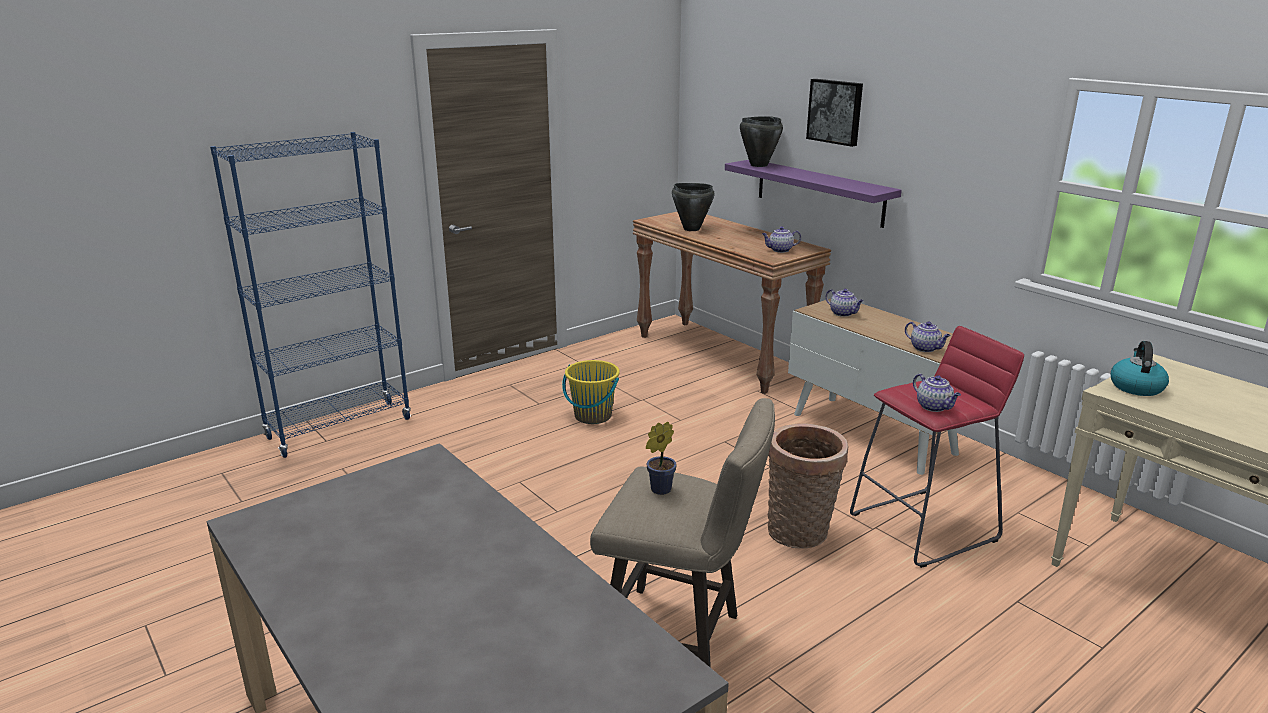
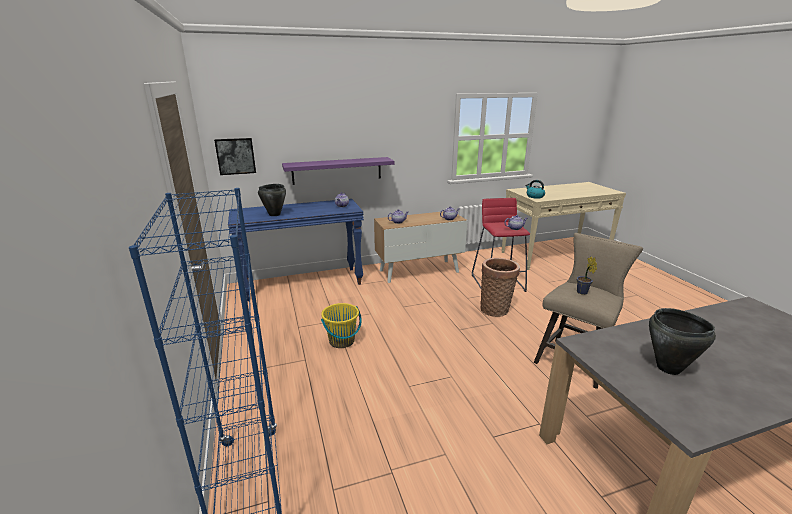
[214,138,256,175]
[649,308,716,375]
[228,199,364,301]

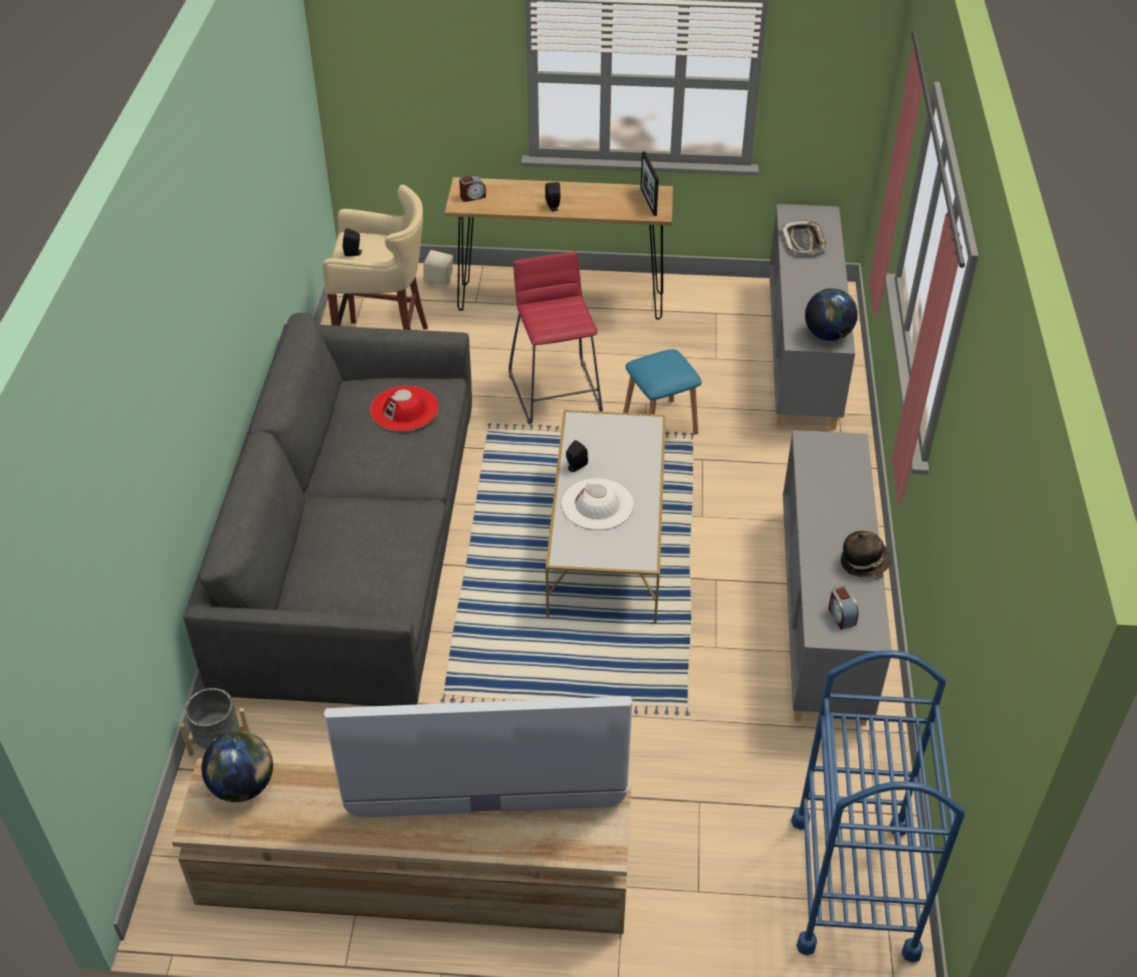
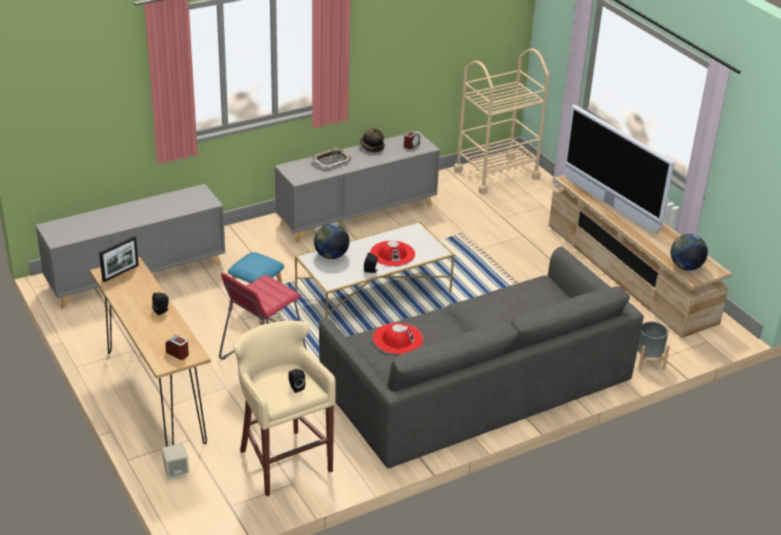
[312,148,351,168]
[314,223,350,259]
[370,241,415,266]
[454,49,549,194]

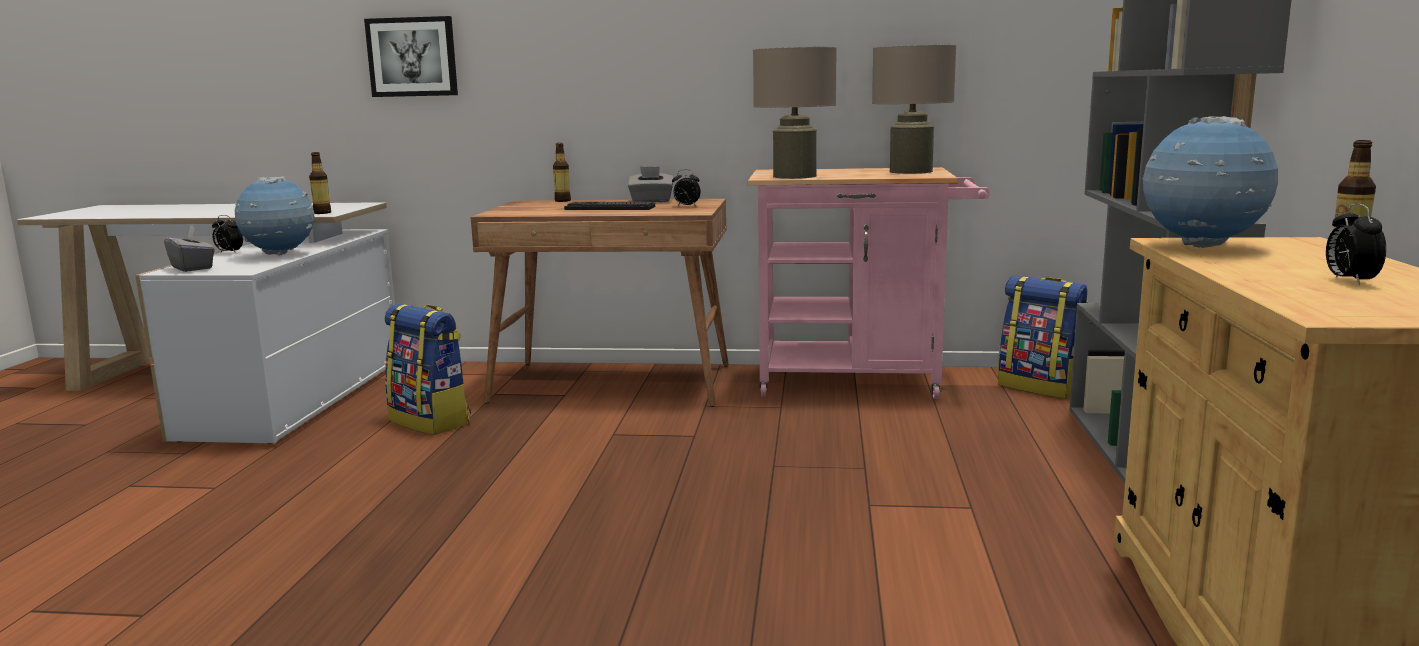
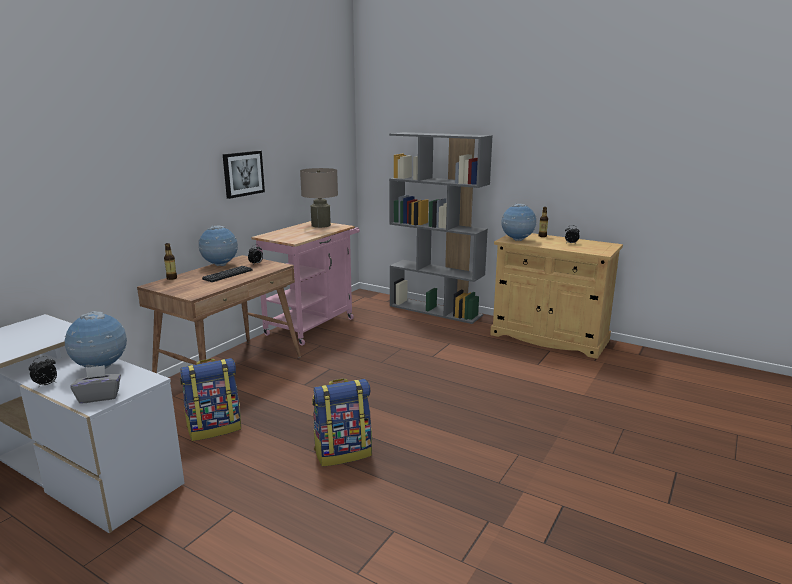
[223,151,265,199]
[753,47,837,179] (first image)
[309,152,331,214] (first image)
[198,225,238,266]
[312,379,372,467]

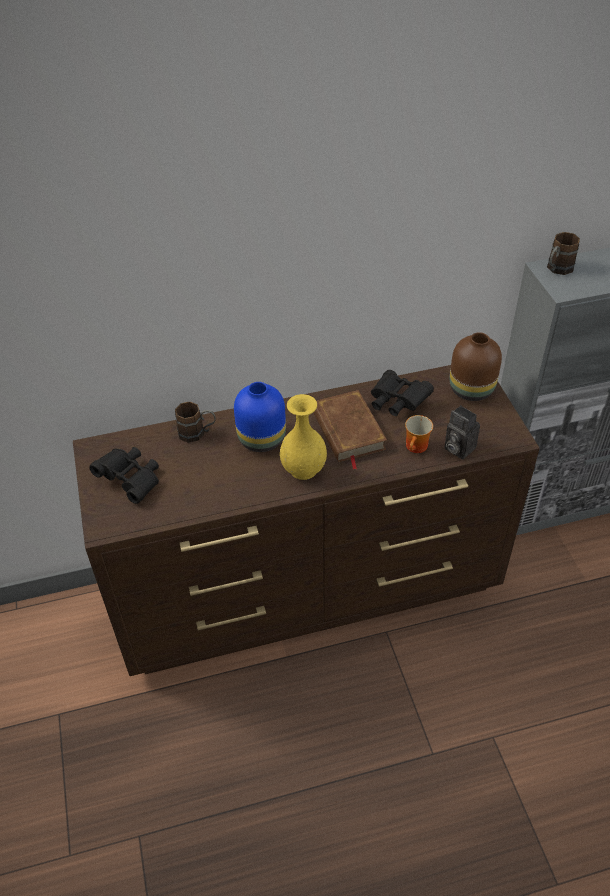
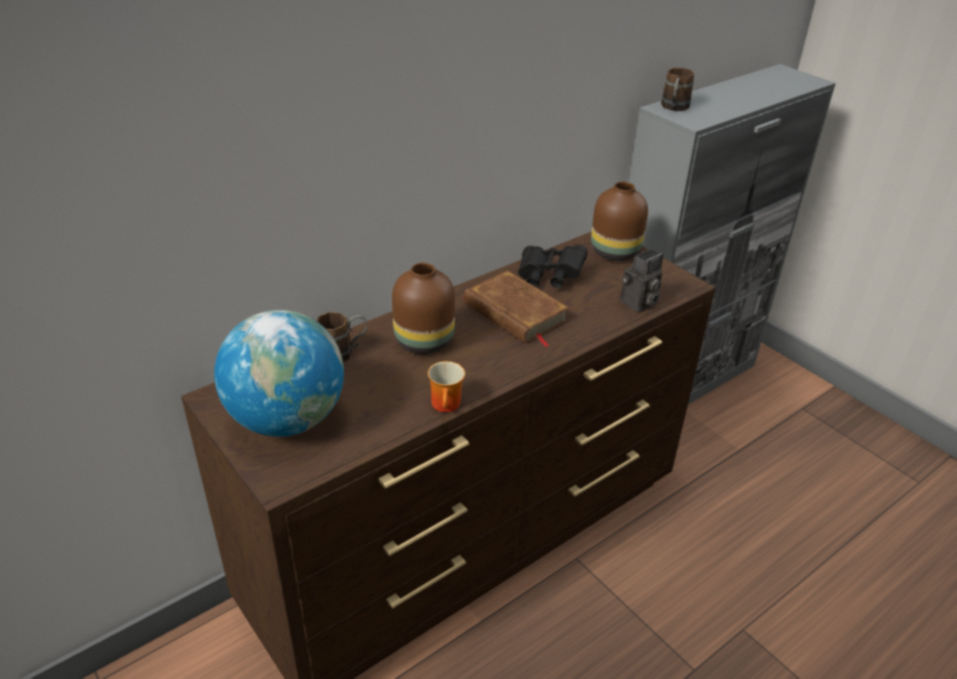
[392,263,455,354]
[280,394,327,480] (first image)
[620,249,663,312]
[428,361,465,412]
[214,310,344,437]

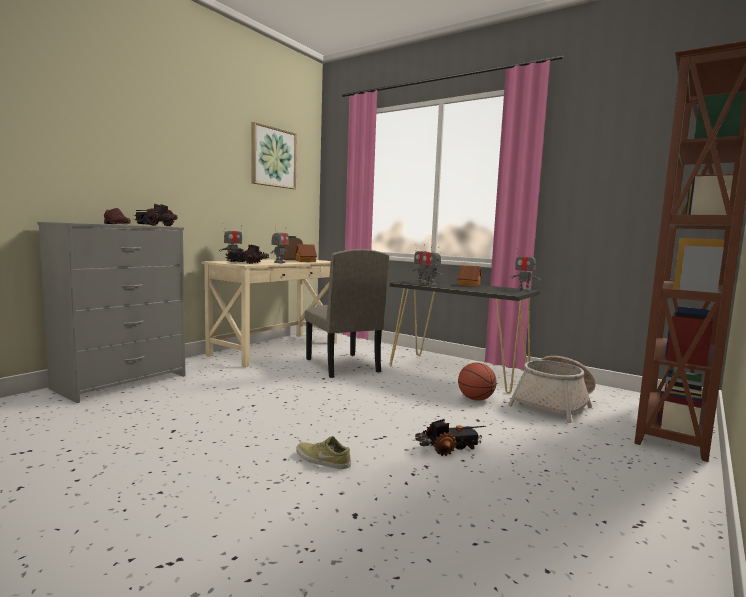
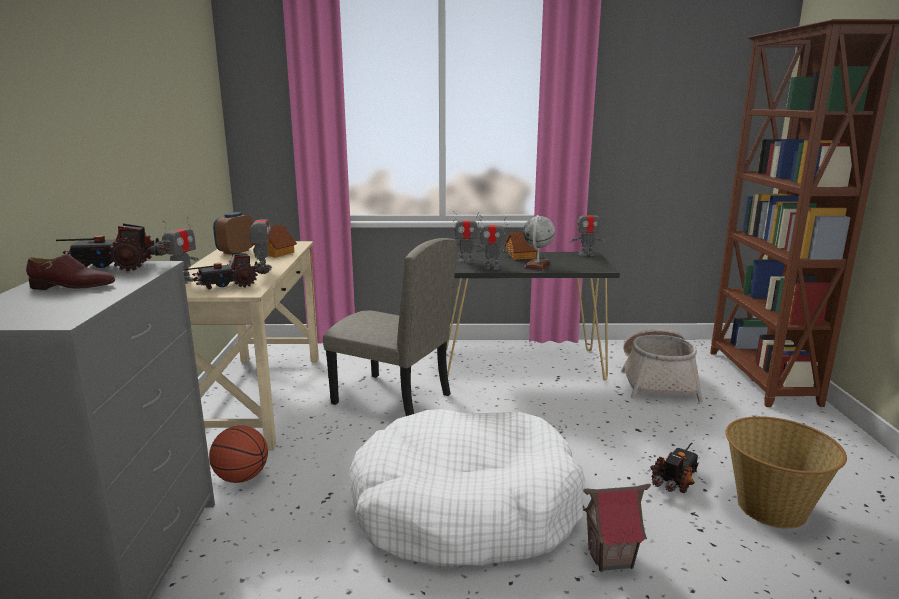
[251,122,297,189] (first image)
[209,426,268,483]
[583,484,651,572]
[523,215,555,271]
[348,409,585,568]
[725,416,847,529]

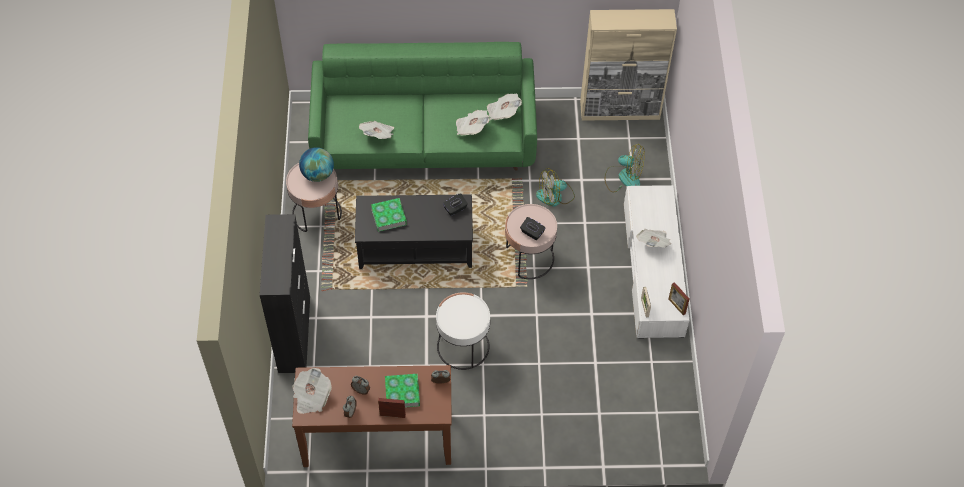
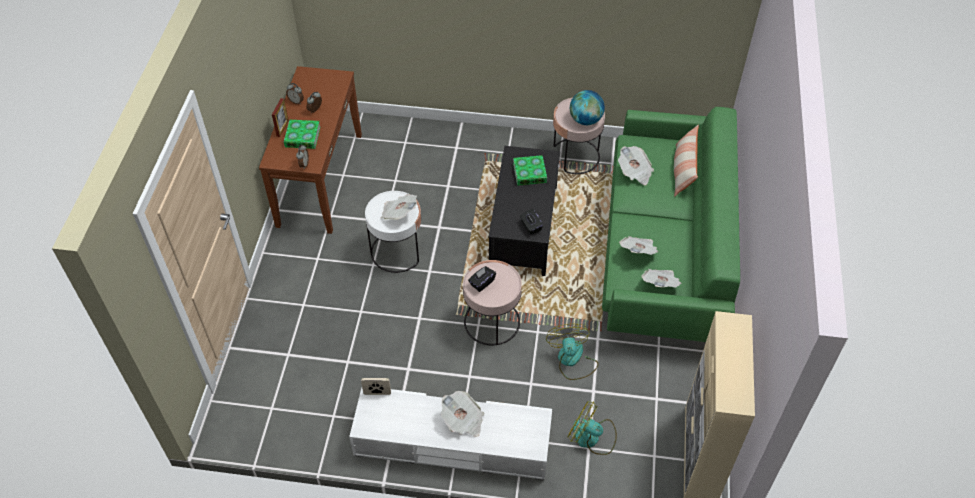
[567,401,617,455]
[259,214,310,373] (first image)
[669,282,689,315] (first image)
[381,194,417,220]
[674,125,699,196]

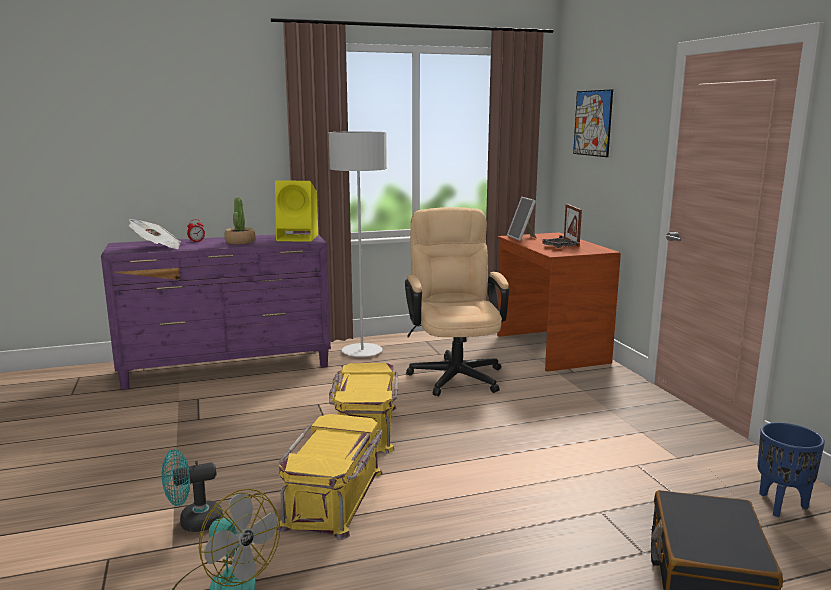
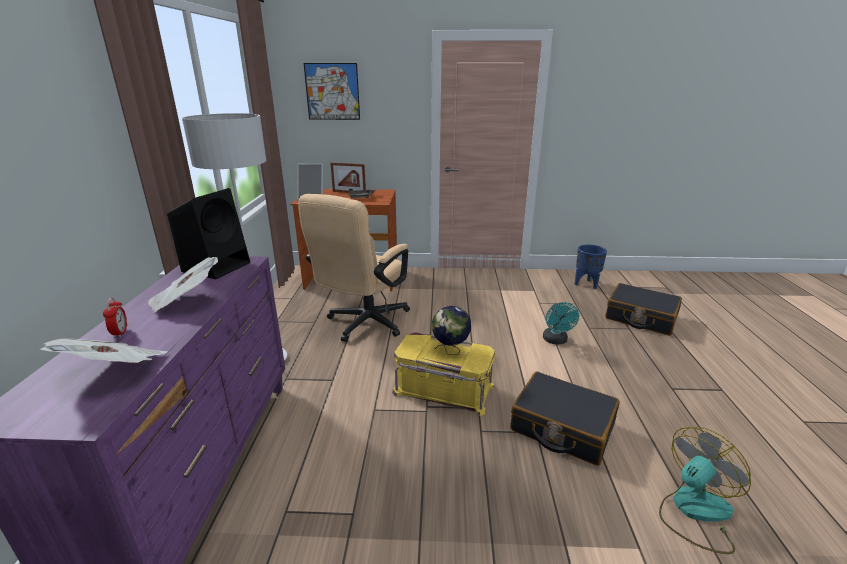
[167,188,250,279]
[148,257,218,313]
[298,194,410,342]
[510,372,620,466]
[543,302,579,344]
[432,306,471,355]

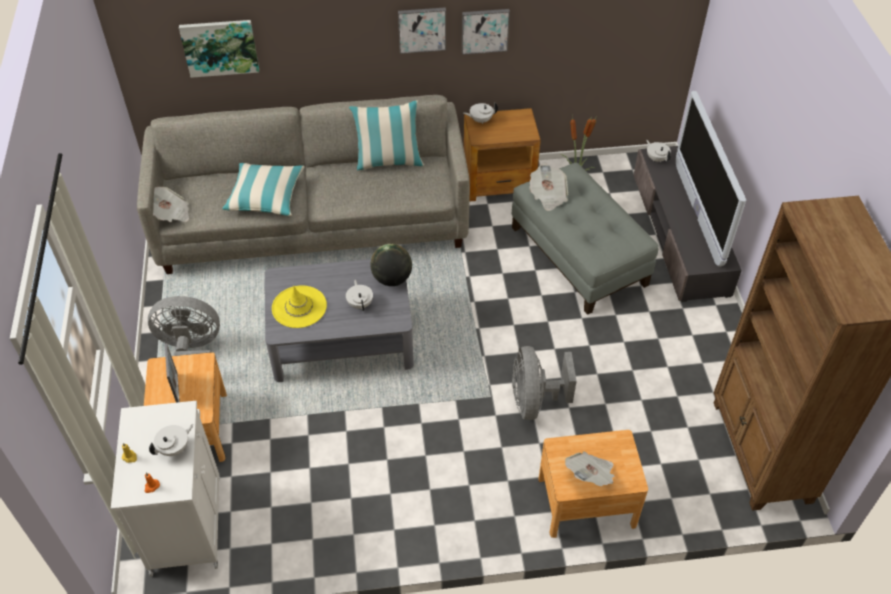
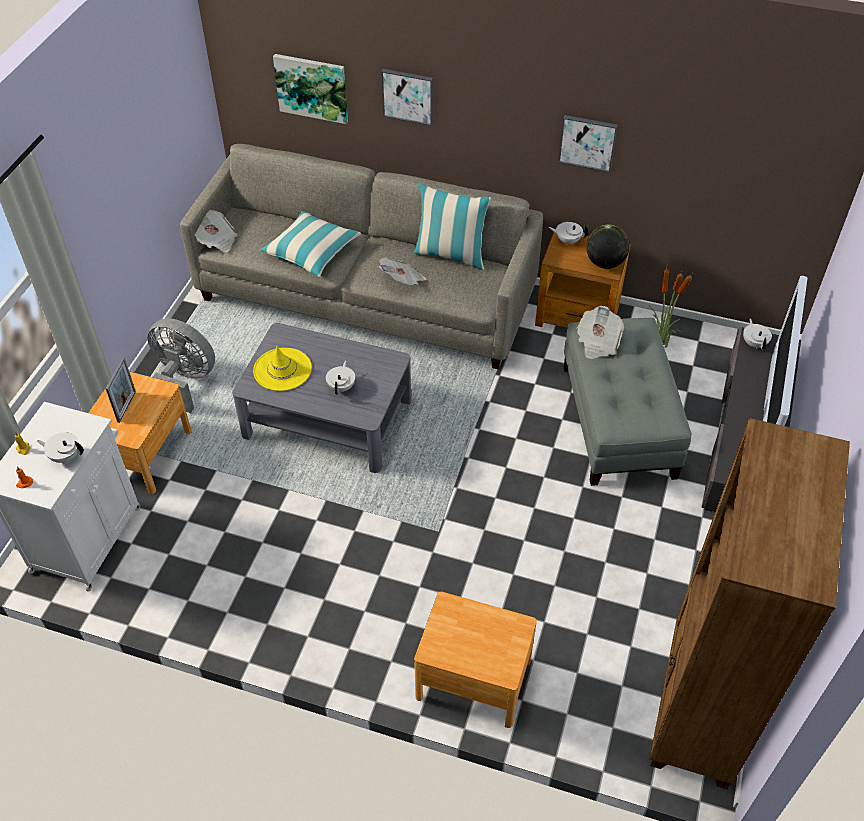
[381,69,433,126]
[586,224,630,269]
[512,346,577,420] (first image)
[37,432,84,463]
[379,257,426,286]

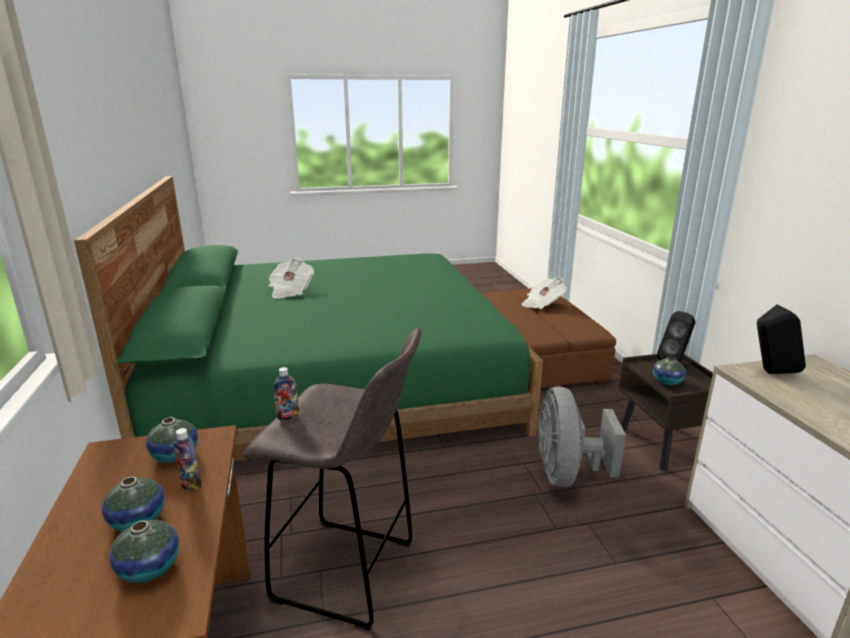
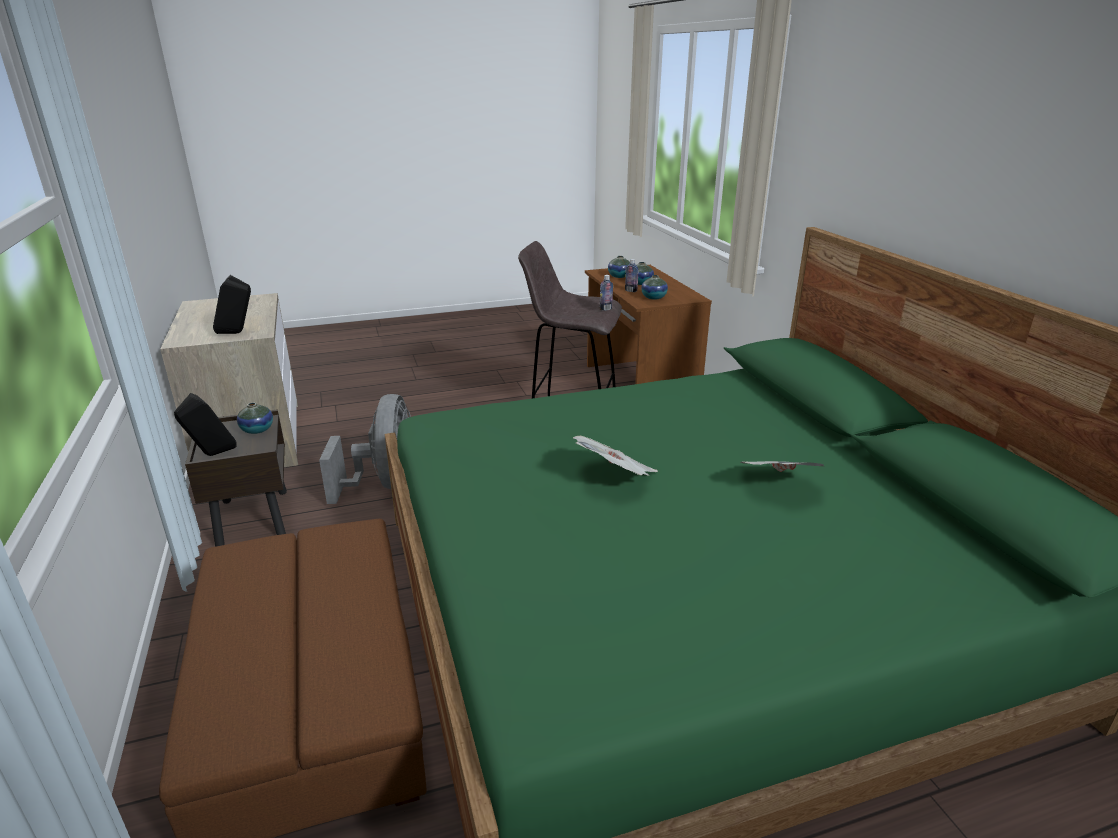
[573,436,658,476]

